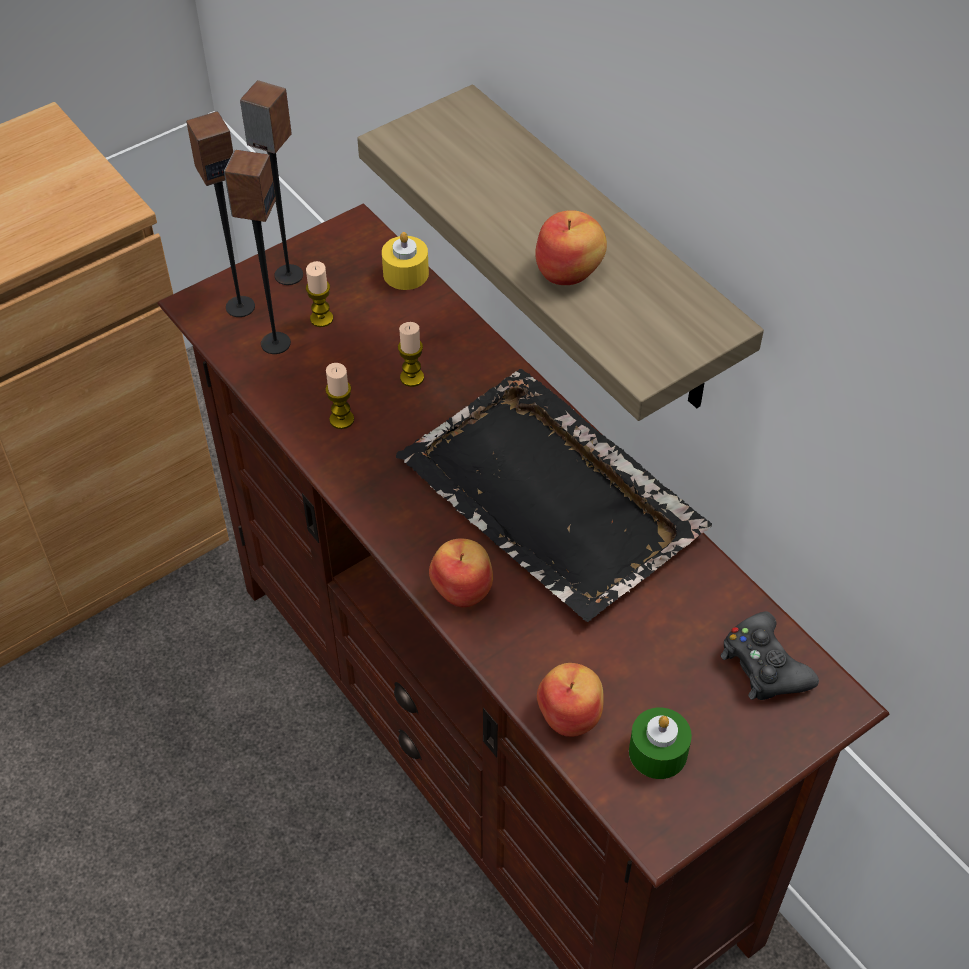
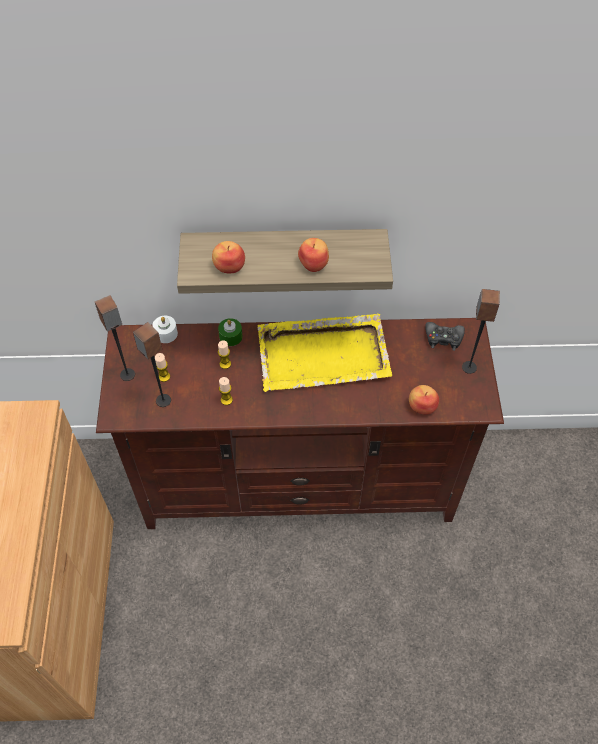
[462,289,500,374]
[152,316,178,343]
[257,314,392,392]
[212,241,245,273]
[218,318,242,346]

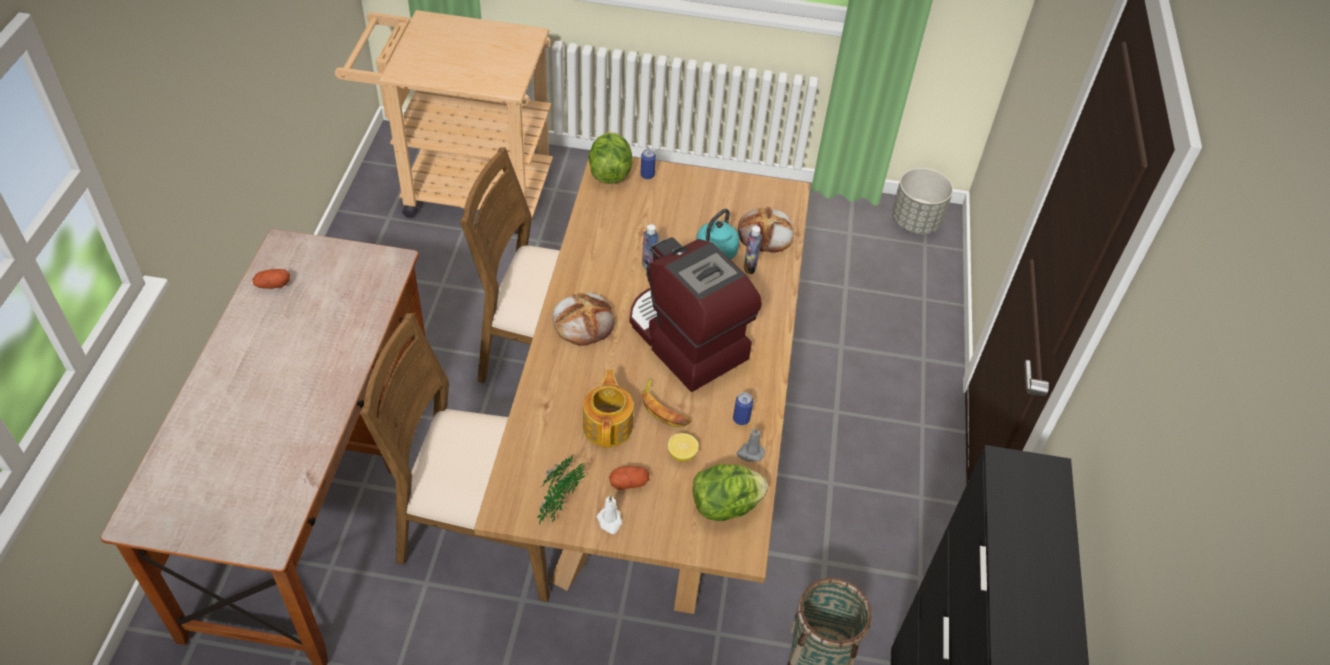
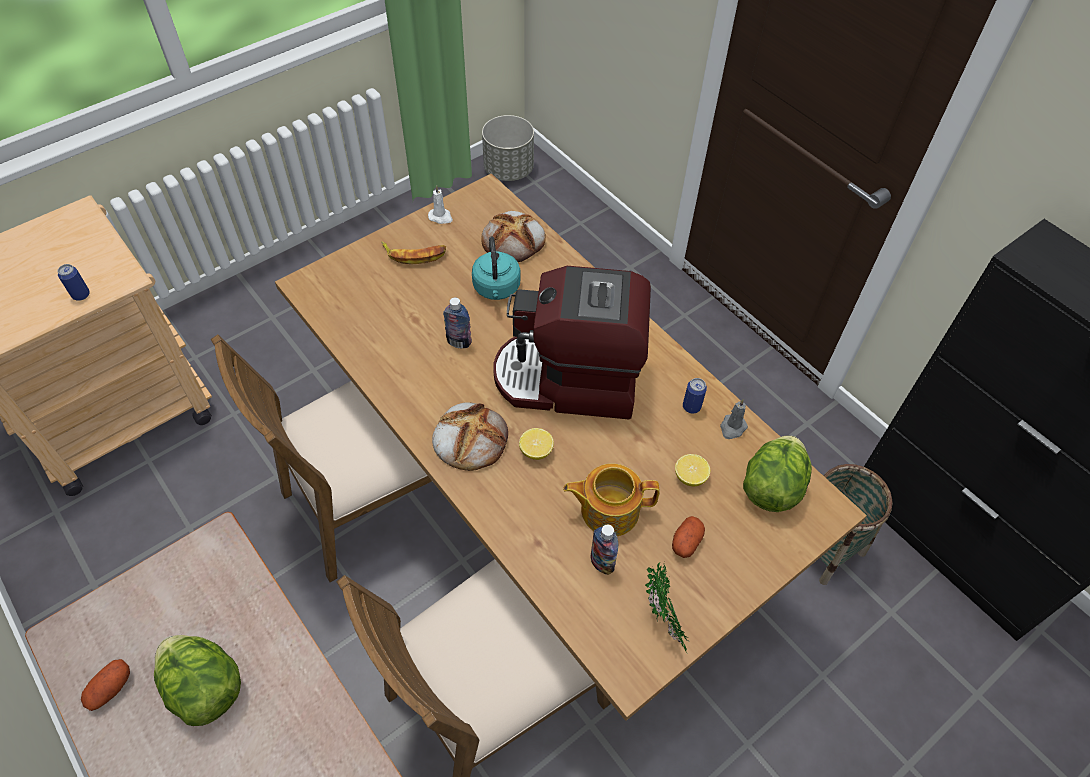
[154,635,241,726]
[58,264,90,301]
[591,524,618,575]
[563,464,660,536]
[381,241,446,264]
[428,185,453,224]
[519,428,554,460]

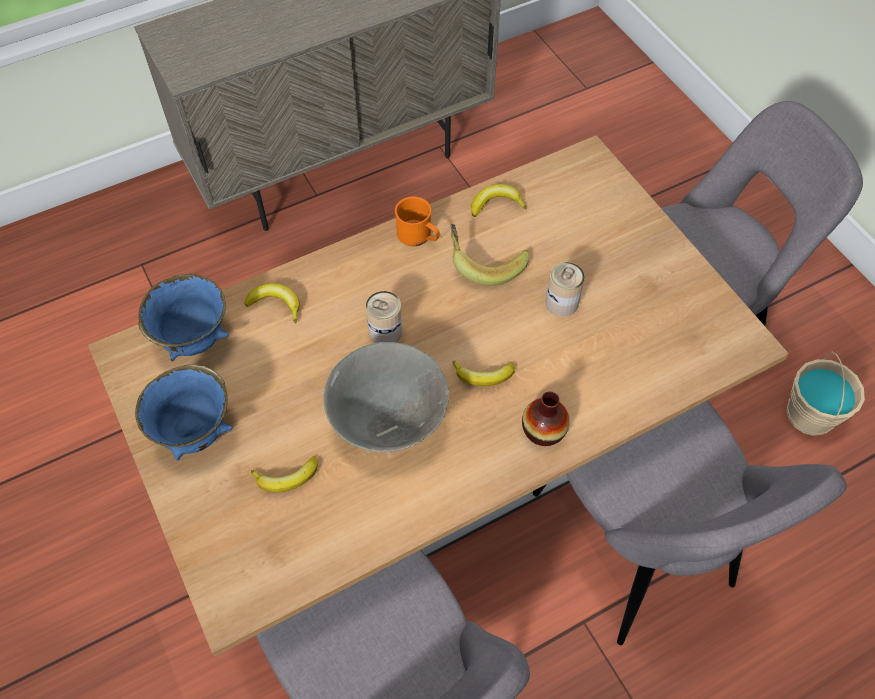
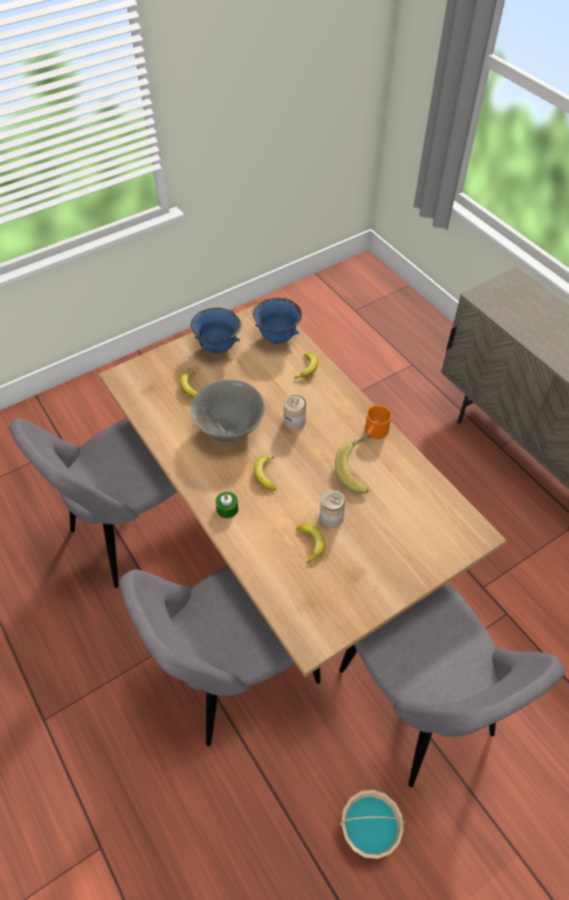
[296,524,325,564]
[215,492,238,518]

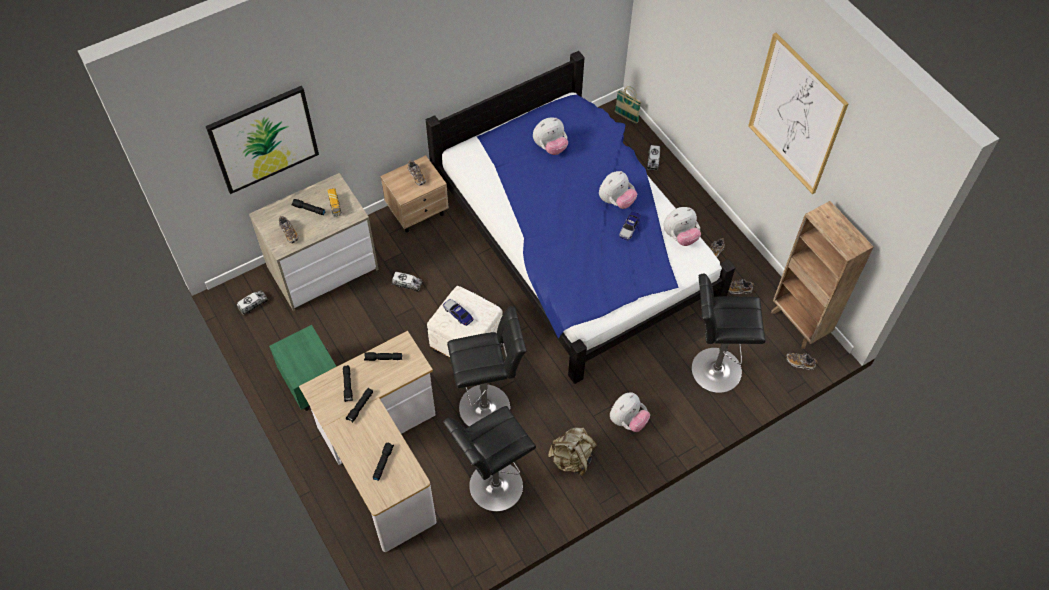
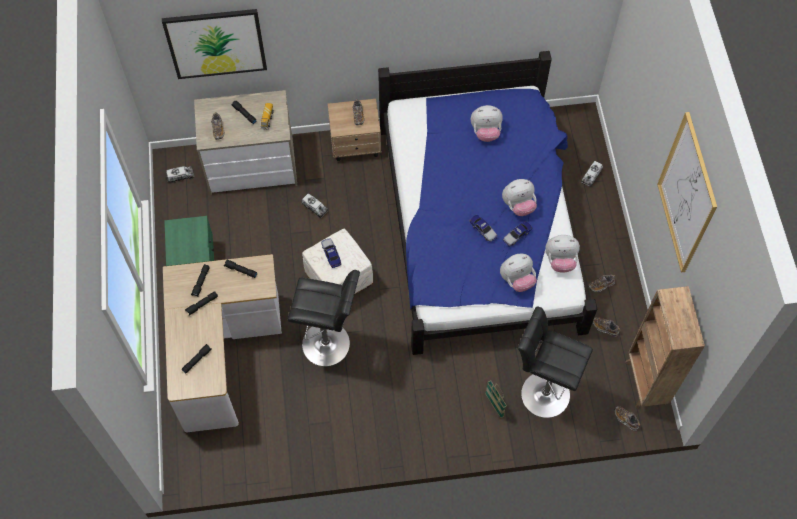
[485,380,507,418]
[500,254,537,292]
[443,406,536,512] (first image)
[548,427,597,476] (first image)
[469,215,498,242]

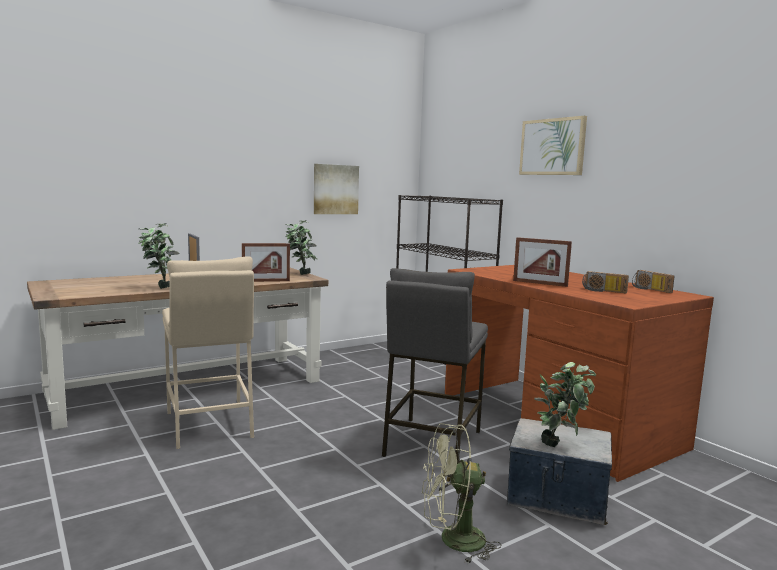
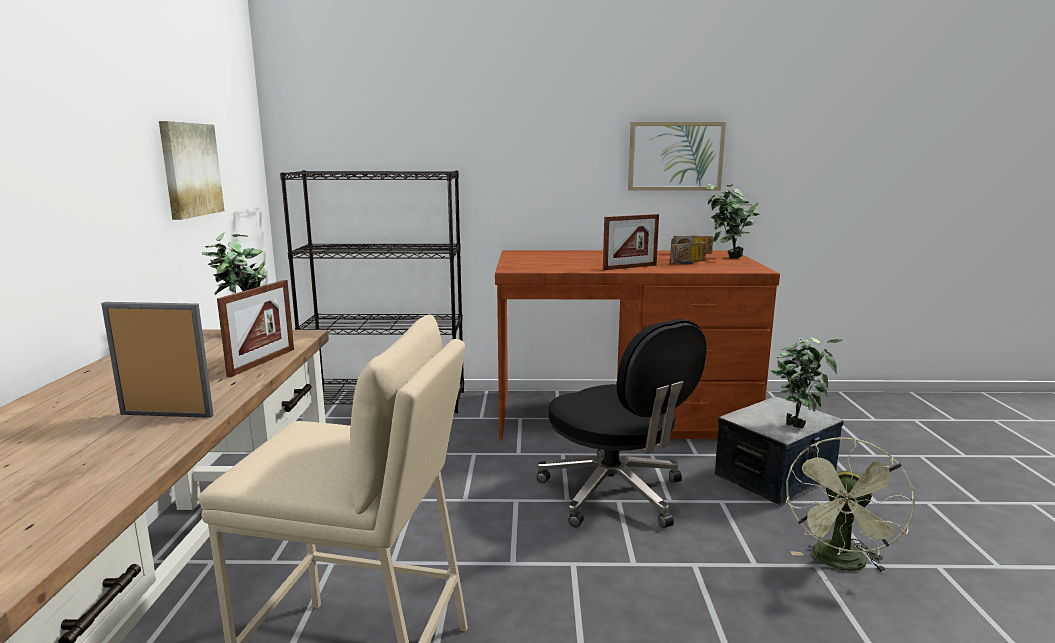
[628,122,726,191]
[707,184,760,258]
[537,319,707,528]

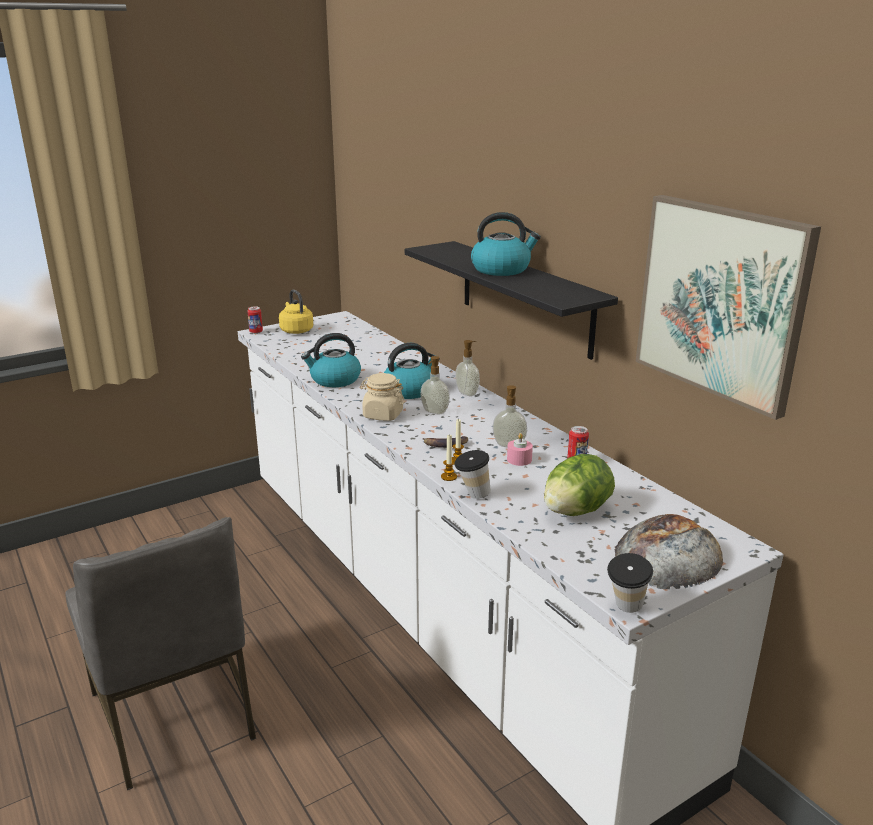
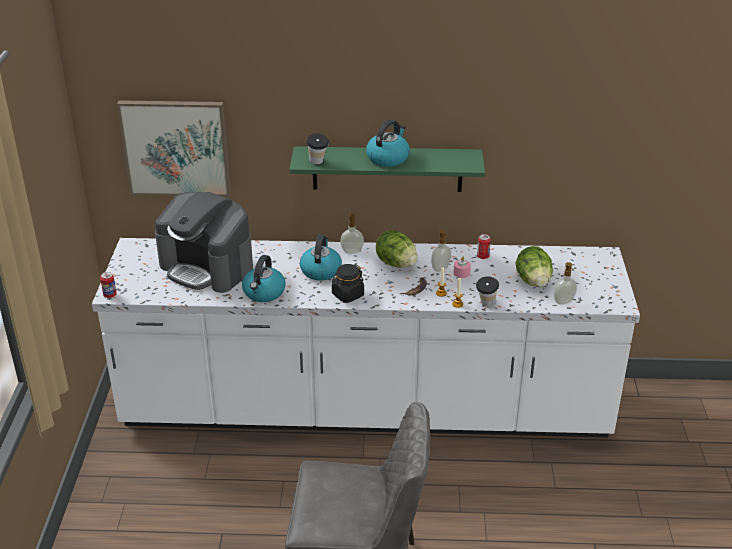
[117,100,231,197]
[289,146,485,192]
[279,290,313,334] (first image)
[554,262,577,305]
[332,264,364,303]
[615,514,723,590] (first image)
[306,133,329,165]
[155,192,253,293]
[376,230,417,268]

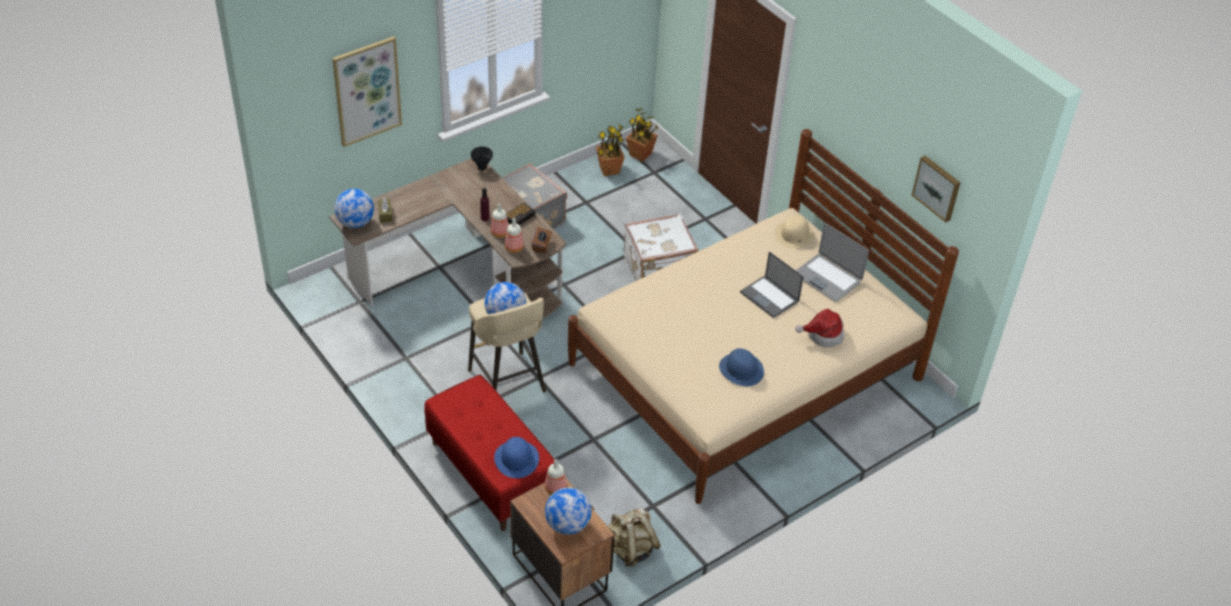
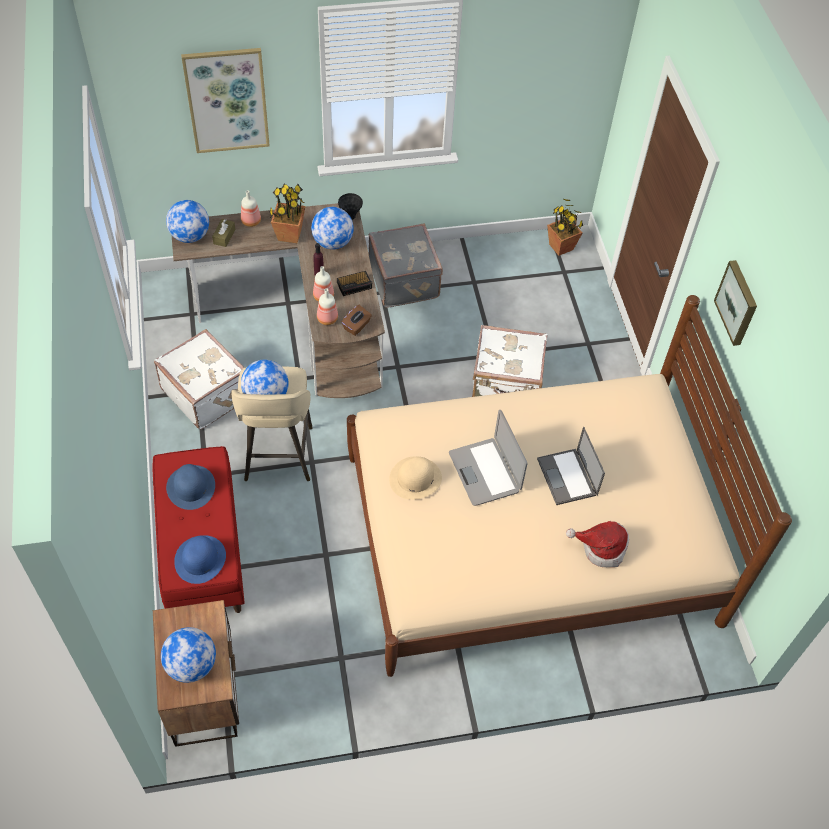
[269,184,305,243]
[714,260,757,346]
[389,456,442,500]
[449,410,527,506]
[166,464,215,510]
[241,190,261,227]
[608,508,661,567] (first image)
[311,207,354,250]
[154,329,245,430]

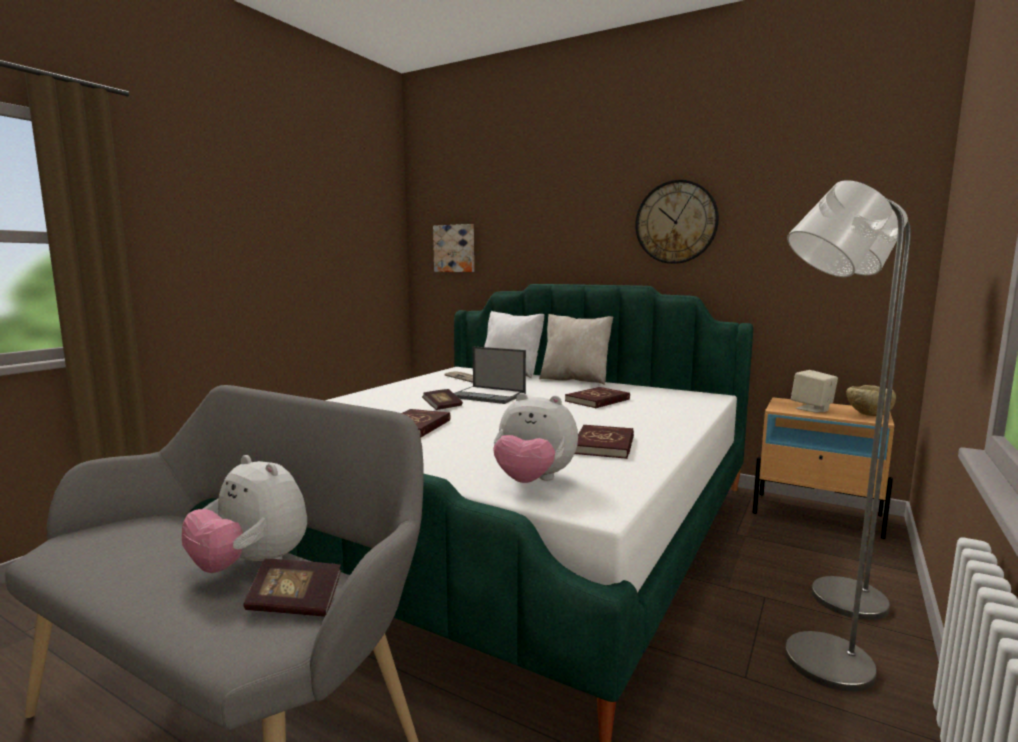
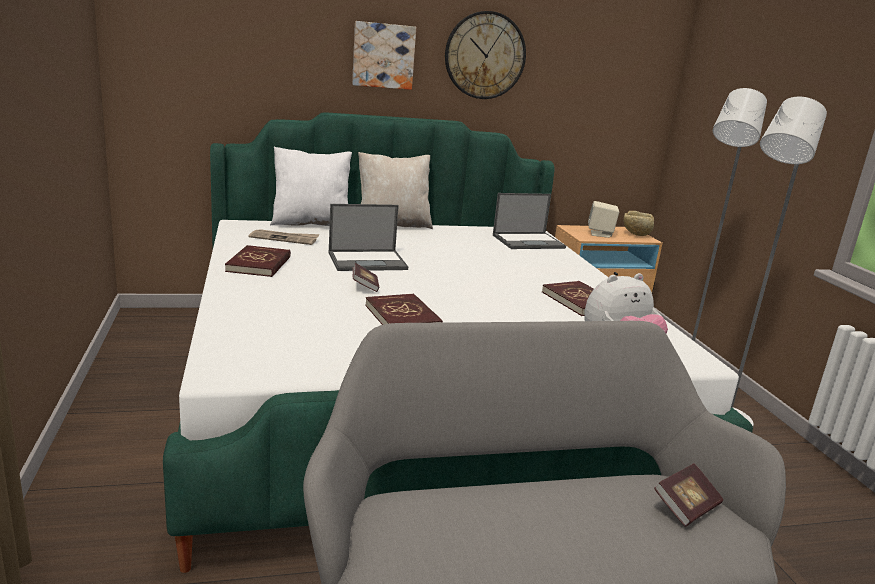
[352,21,416,90]
[225,245,291,277]
[182,455,307,573] (first image)
[493,193,566,249]

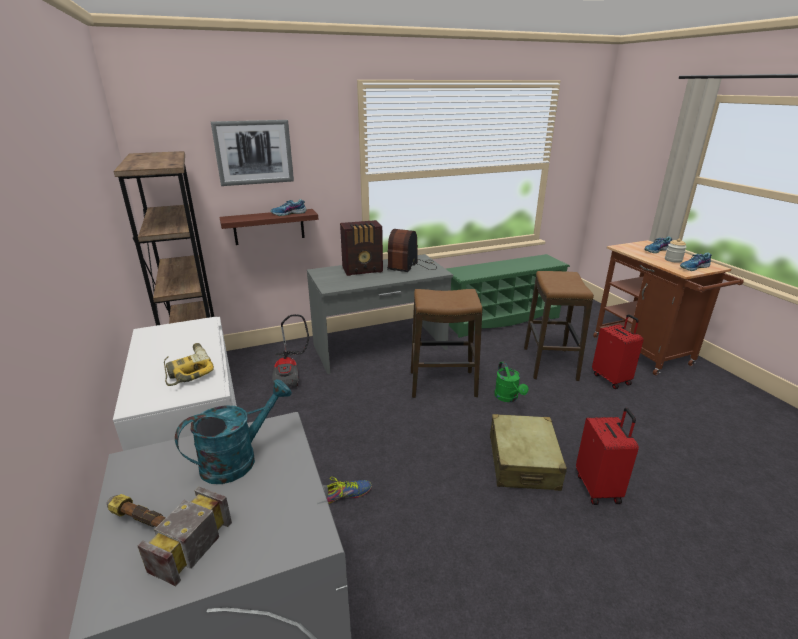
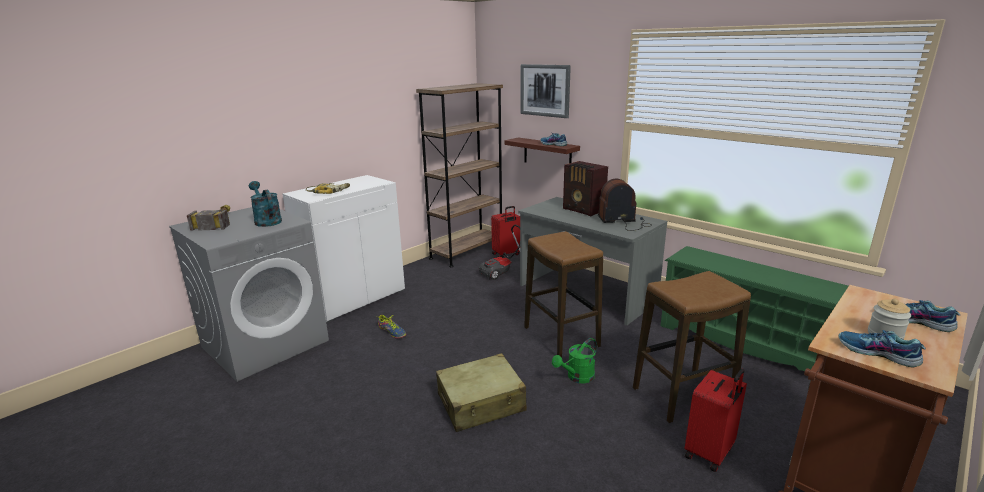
[249,181,282,227]
[491,206,520,257]

